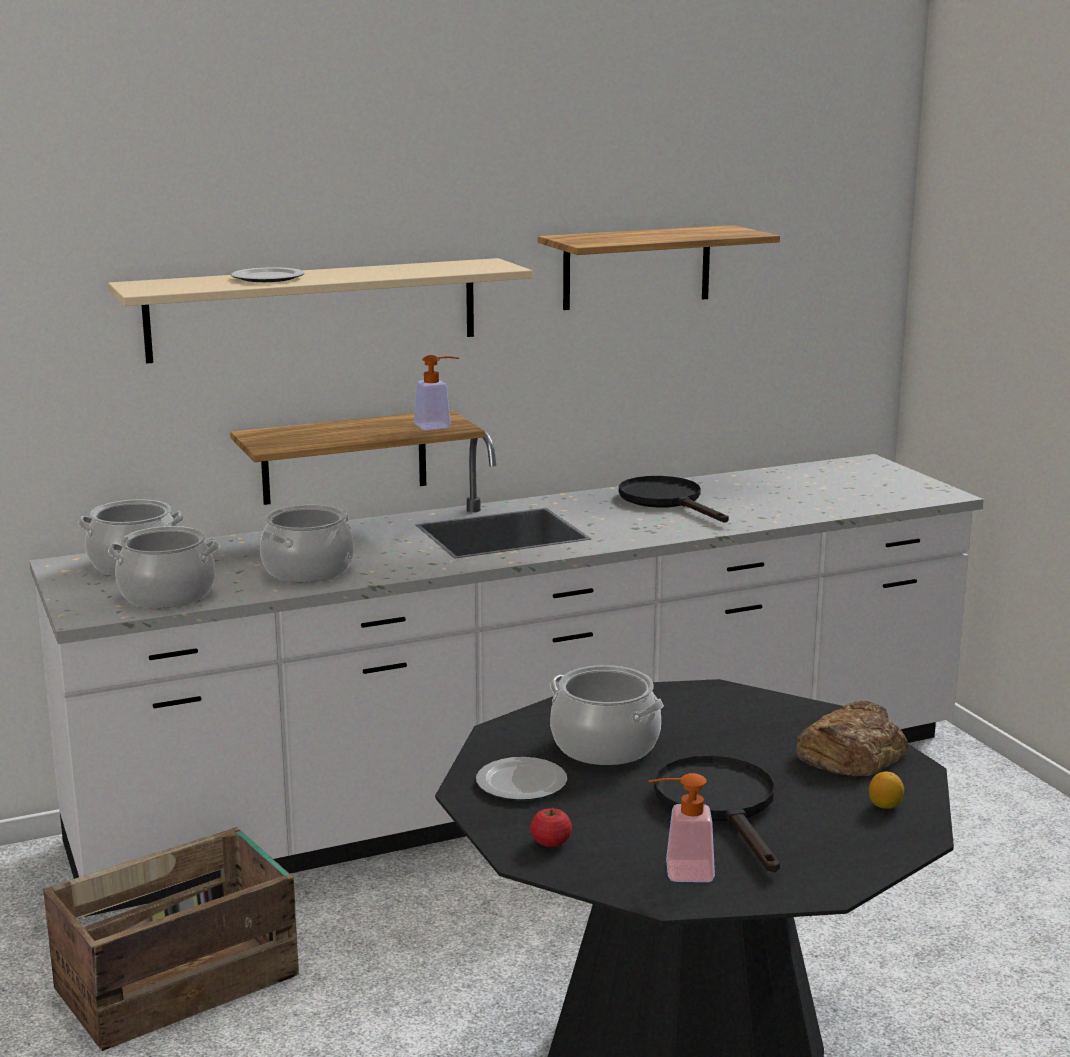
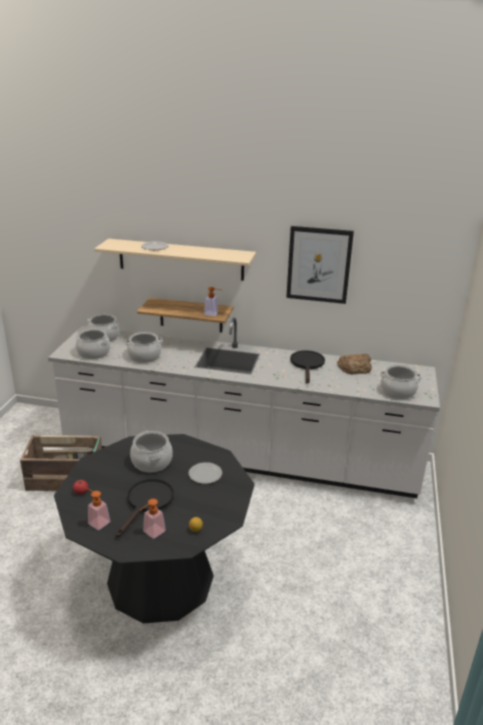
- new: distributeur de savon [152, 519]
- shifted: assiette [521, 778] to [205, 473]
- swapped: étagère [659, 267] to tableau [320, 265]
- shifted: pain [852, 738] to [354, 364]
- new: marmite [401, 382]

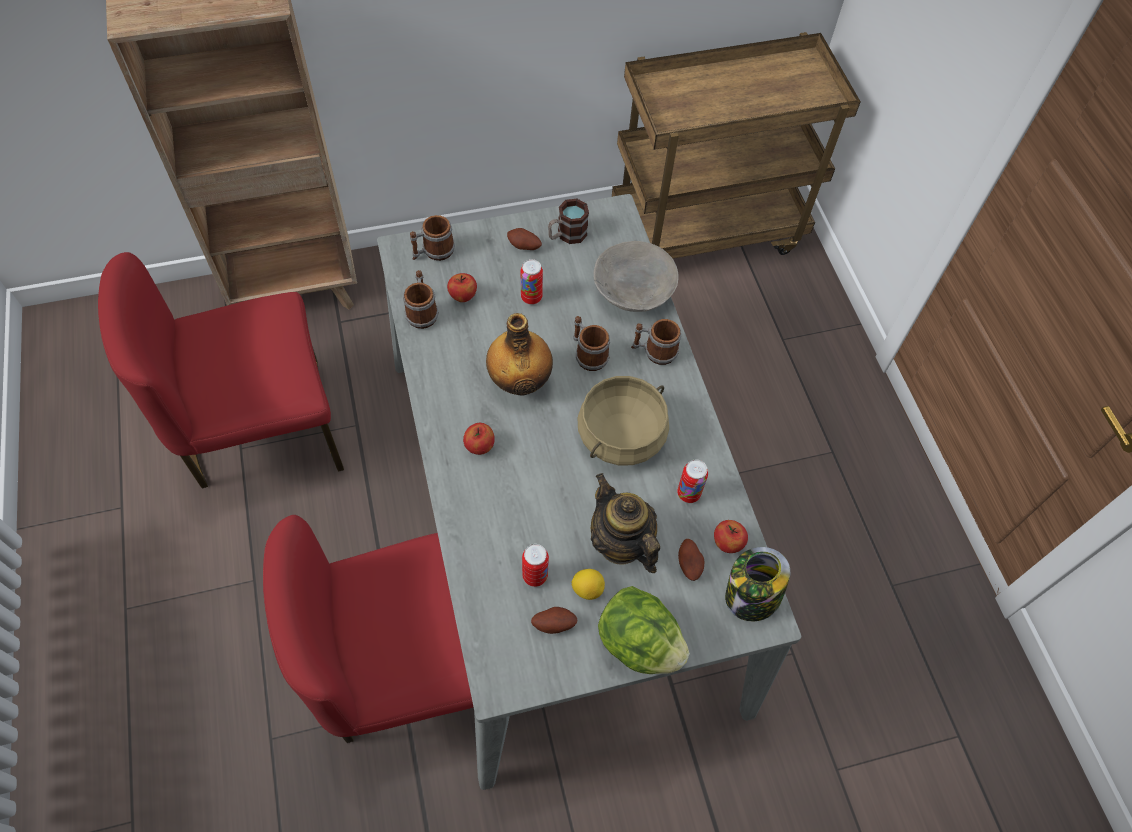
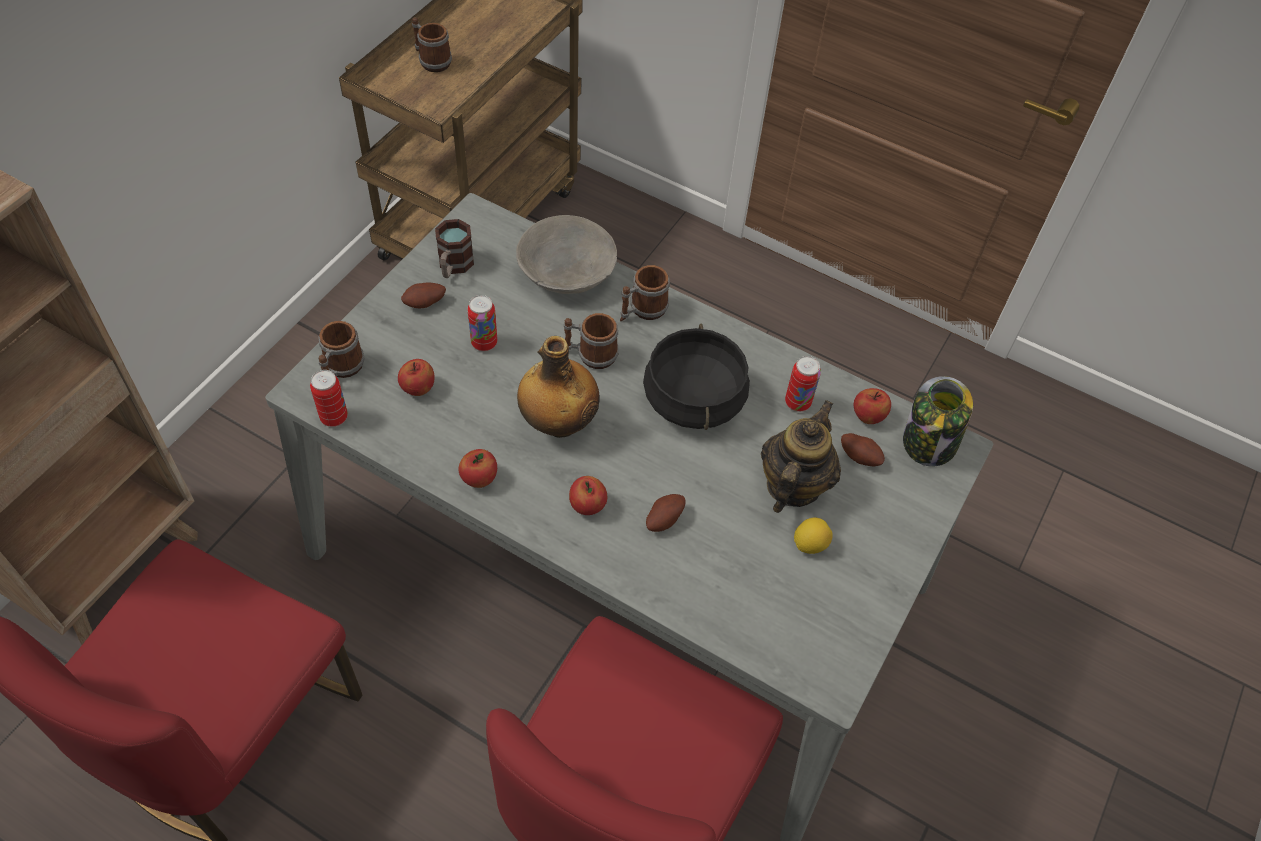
- shifted: boîte métallique [535, 565] to [329, 398]
- shifted: mug [420, 299] to [432, 44]
- new: pomme [478, 468]
- repainted: marmite [beige] [623, 420] to marmite [noir] [696, 377]
- shifted: pomme de terre [554, 620] to [666, 513]
- rotated: théière [625, 523] = [801, 456] 105 degrees clockwise
- gone: laitue [644, 630]

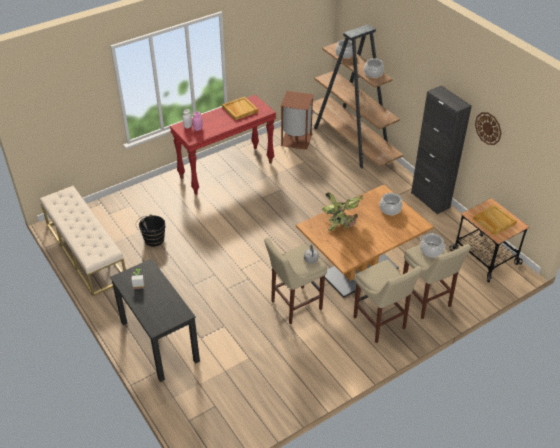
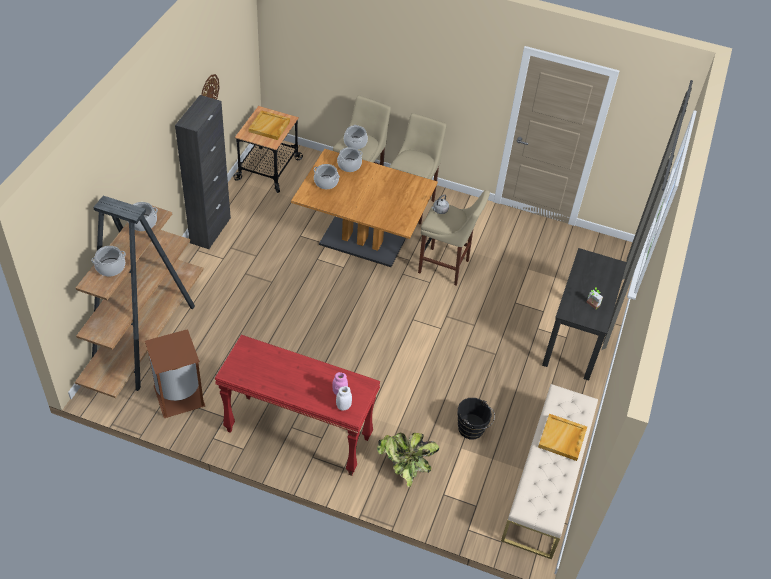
- new: marmite [350, 159]
- shifted: plante en pot [342, 211] to [408, 460]
- shifted: plateau [beige] [240, 108] to [562, 437]

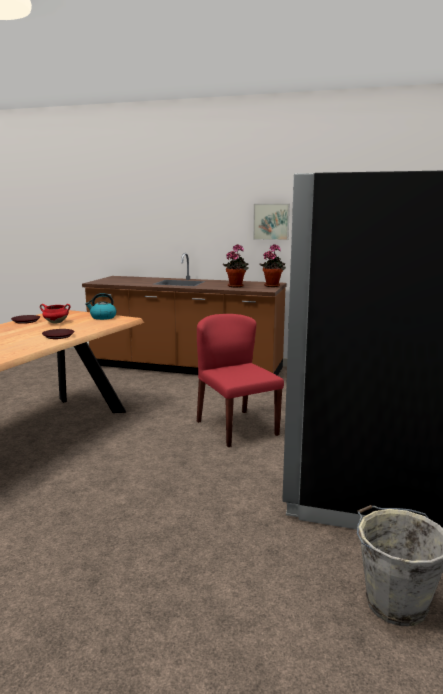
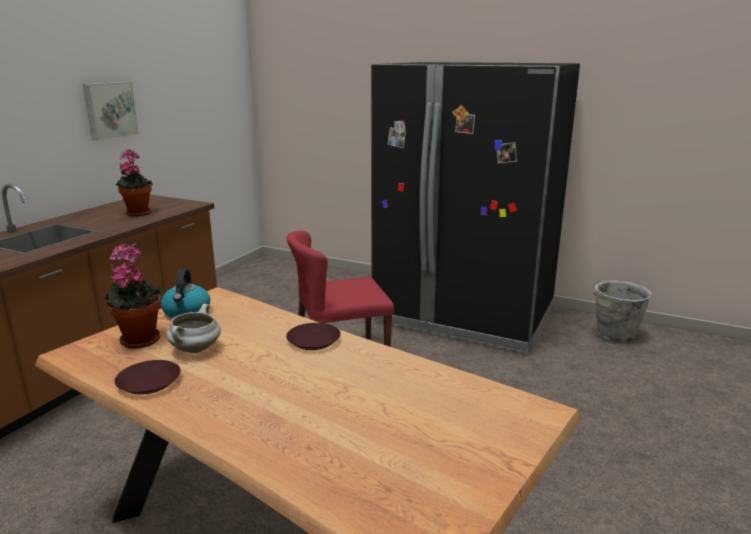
- shifted: plante en pot [273, 265] to [133, 296]
- repainted: marmite [rouge] [55, 314] to marmite [blanc] [193, 328]

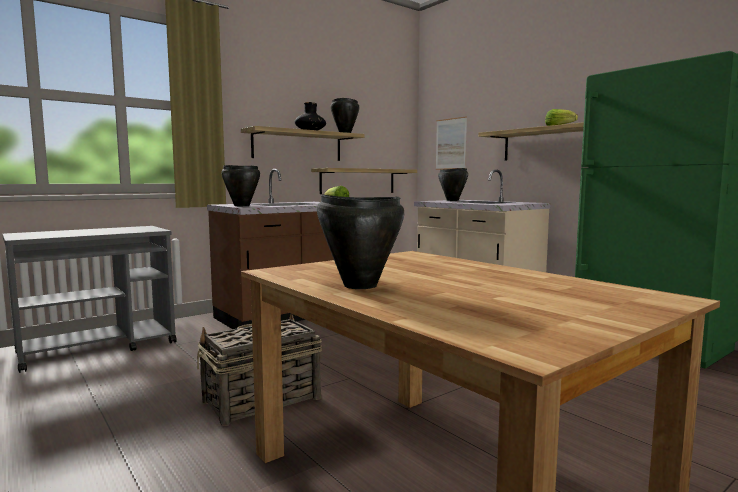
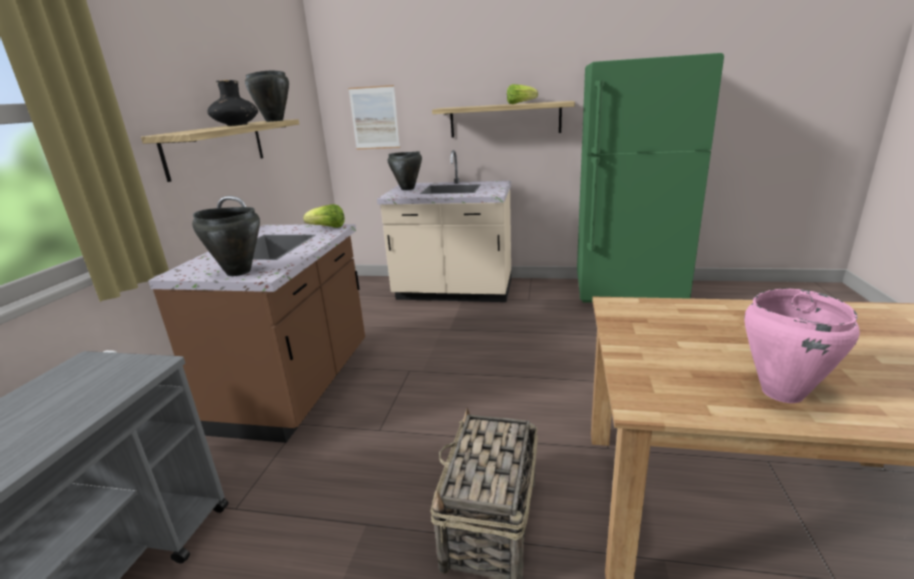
- repainted: marmite [noir] [360, 241] to marmite [rose] [802, 346]
- gone: étagère [364, 181]

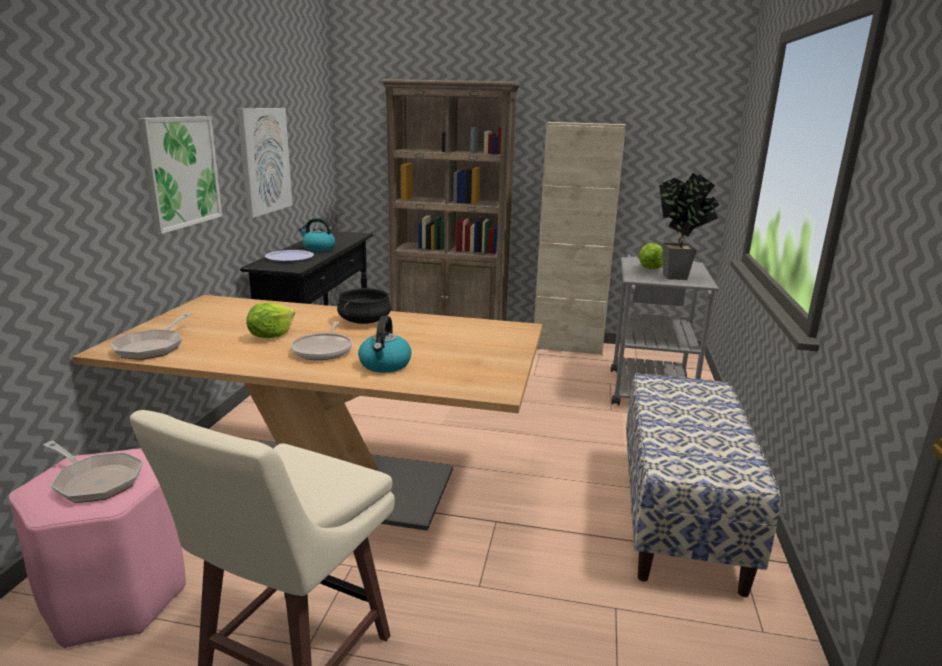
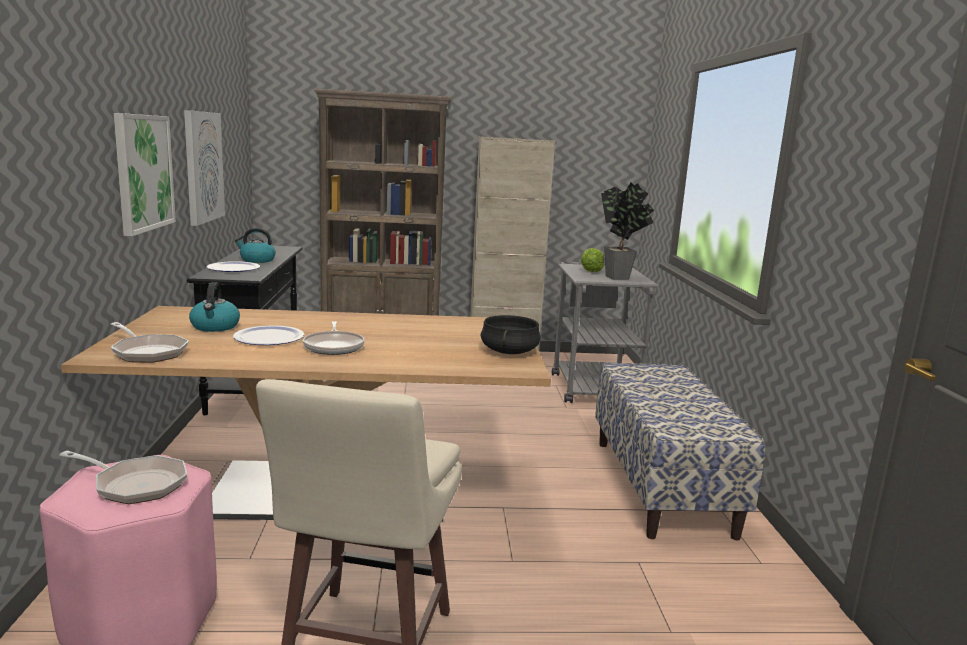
- rotated: poêle [151, 336] = [149, 342] 45 degrees counterclockwise
- shifted: bouilloire [385, 344] to [214, 307]
- swapped: laitue [270, 320] to assiette [268, 335]
- shifted: marmite [noir] [364, 306] to [511, 334]

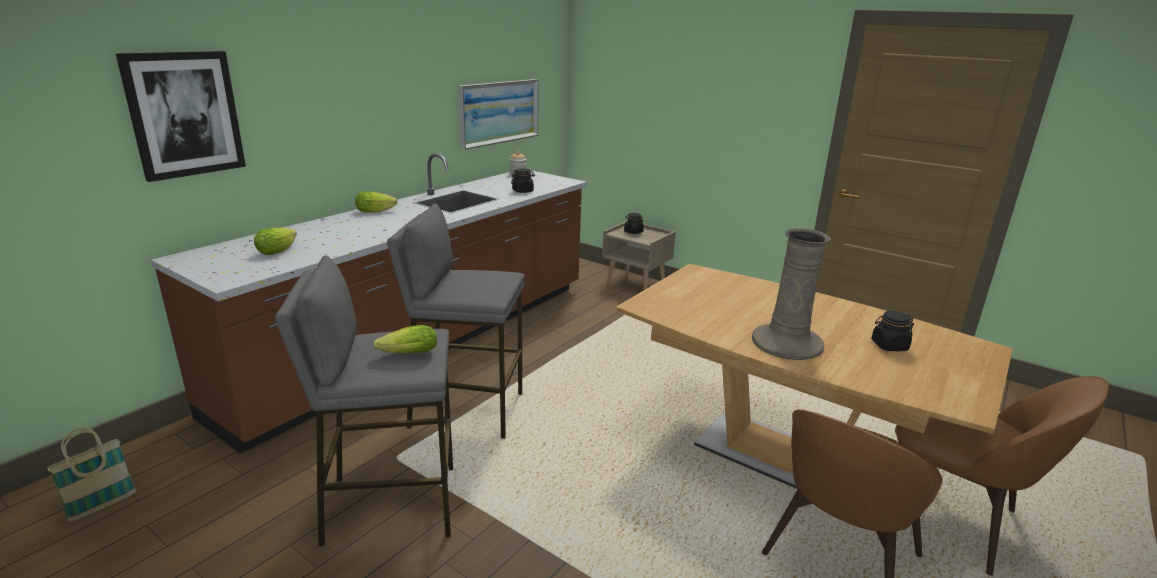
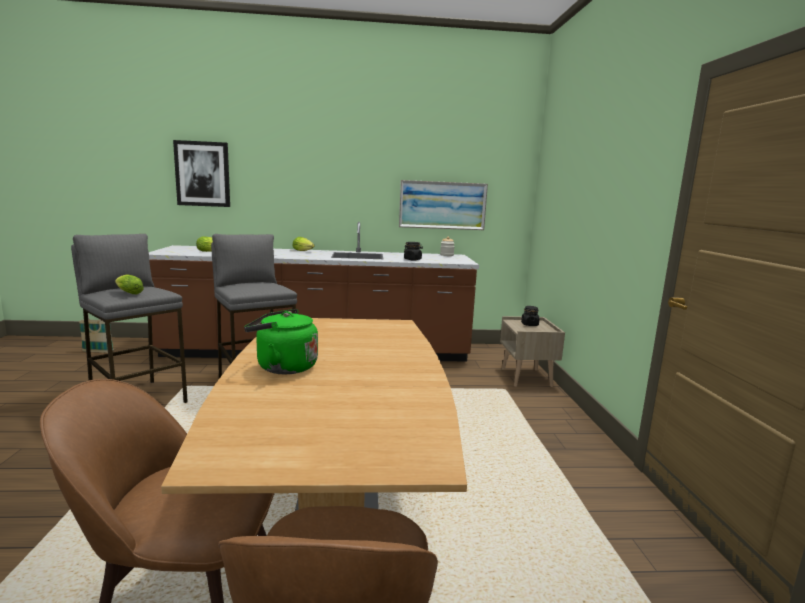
- swapped: vase [beige] [791, 294] to bouilloire [vert] [281, 342]
- gone: bocal [noir] [892, 331]

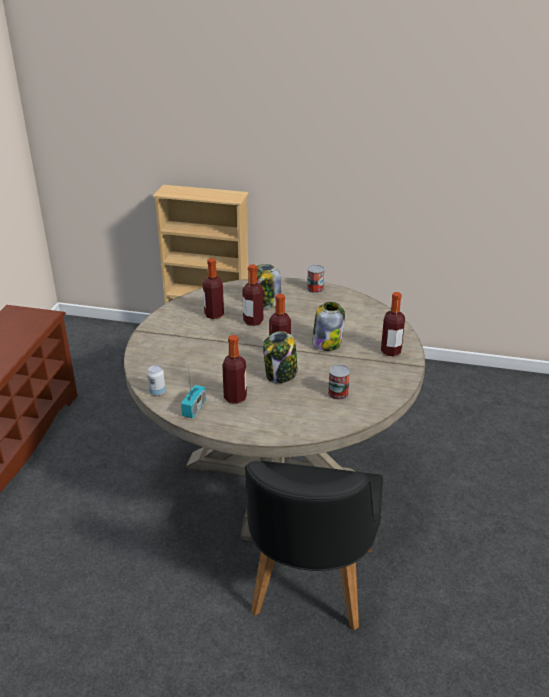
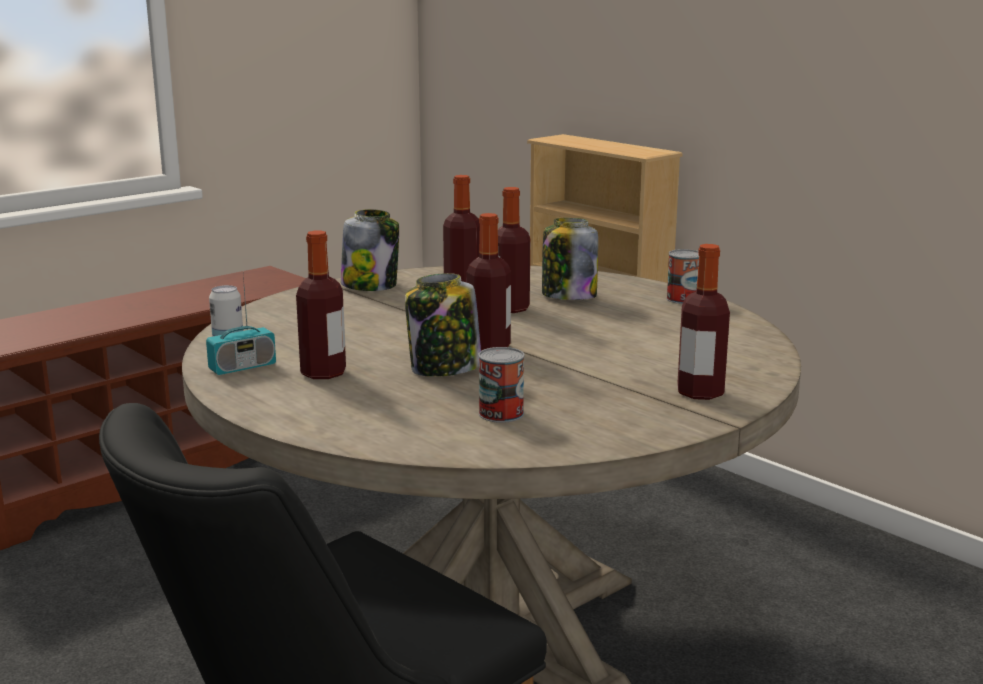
- shifted: bocal [328, 326] to [370, 250]

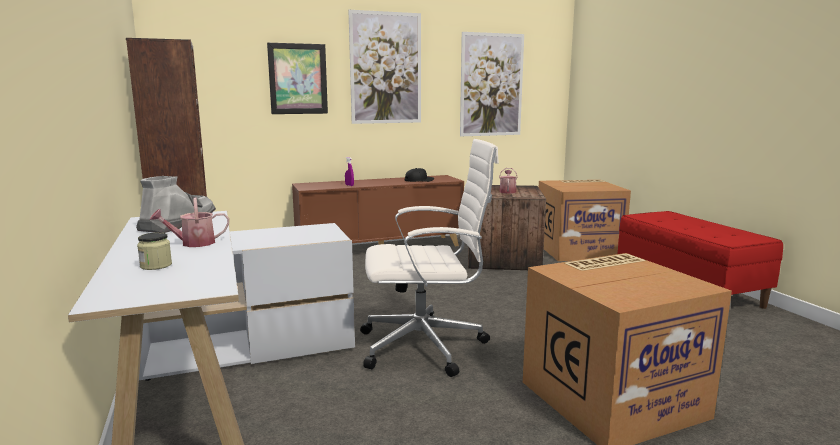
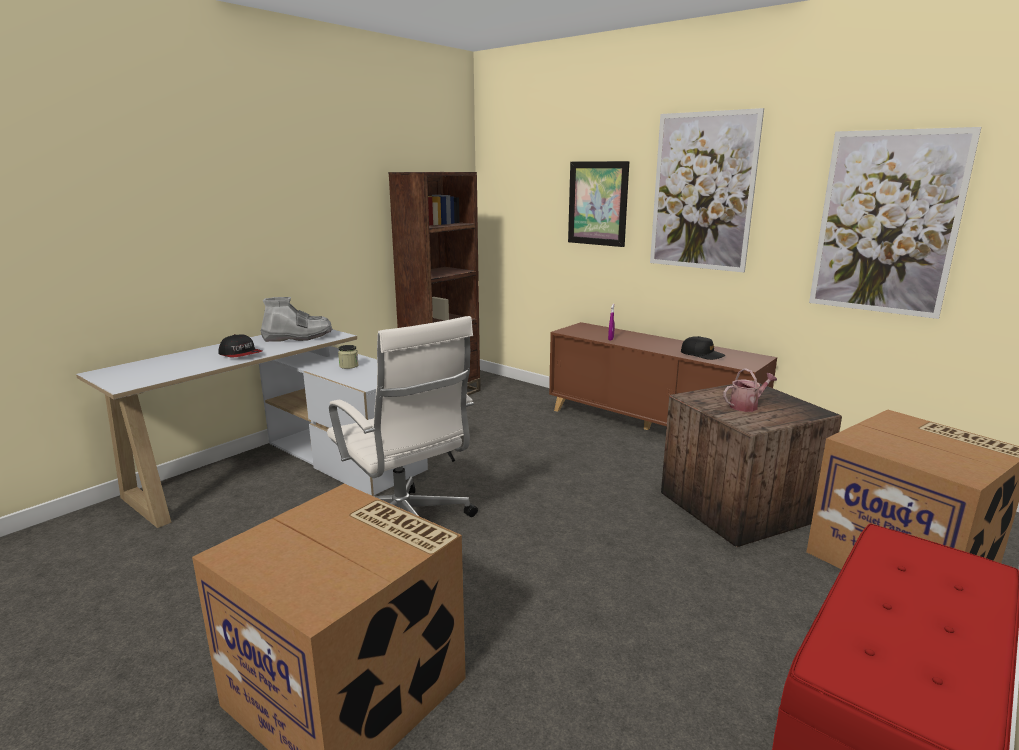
- swapped: arrosoir [189, 222] to casquette [240, 345]
- shifted: bocal [154, 251] to [348, 357]

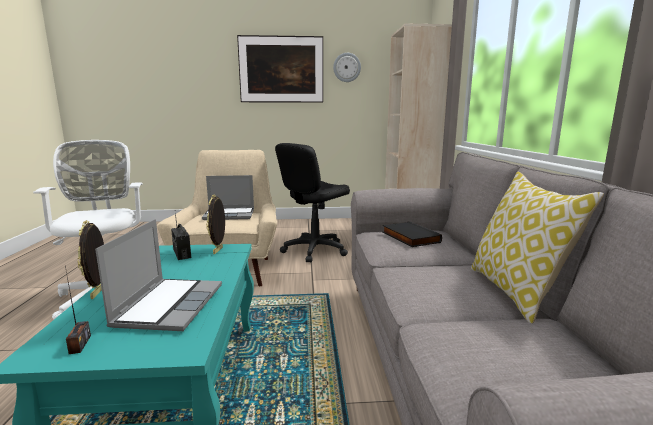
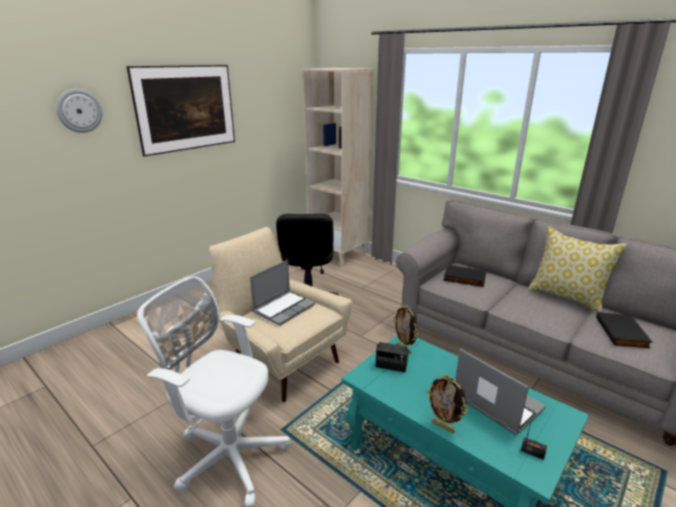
- shifted: horloge murale [347, 67] to [79, 111]
- new: livre [noir] [624, 330]

